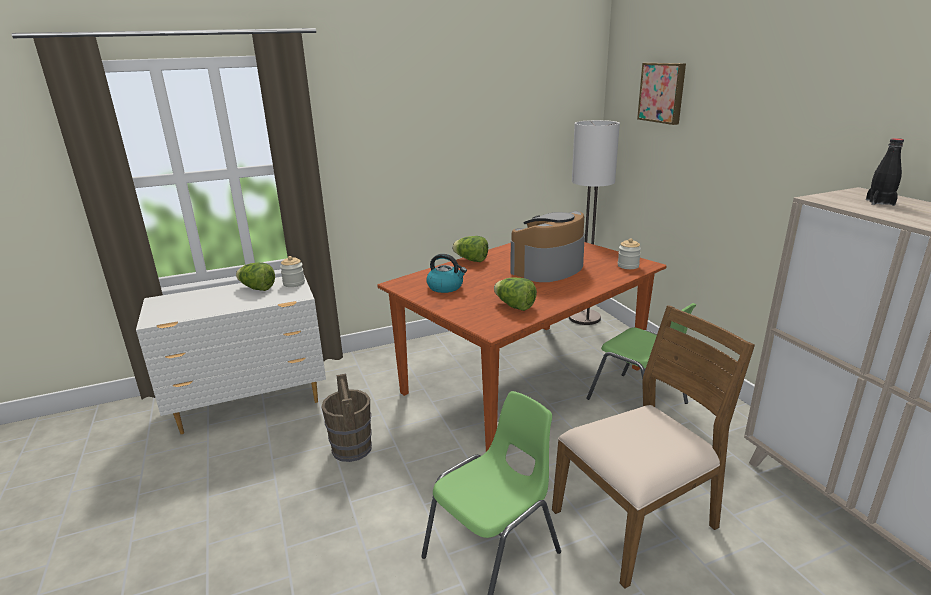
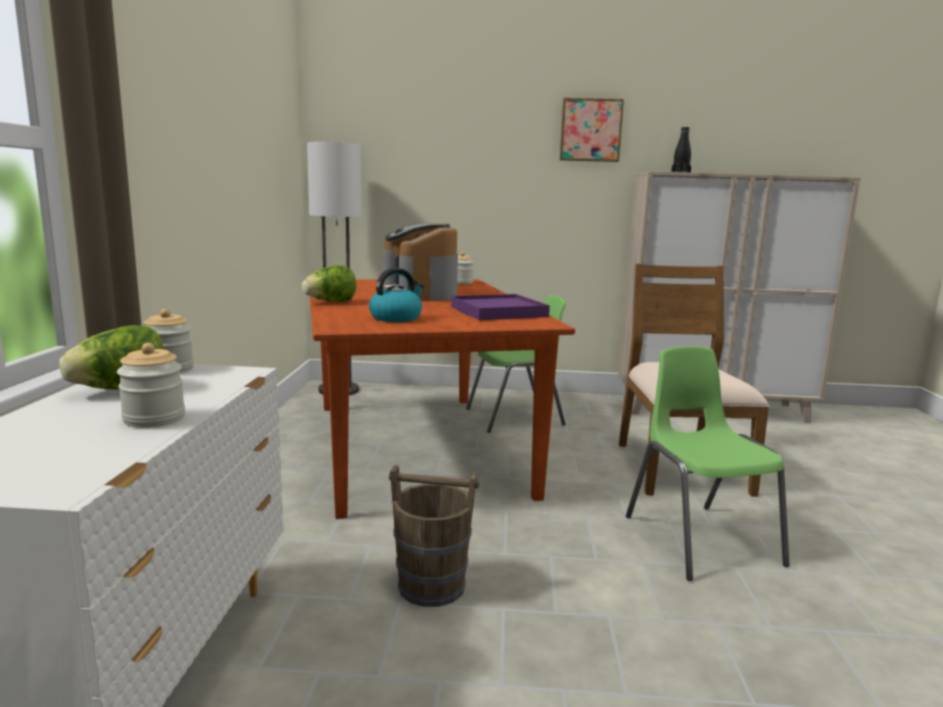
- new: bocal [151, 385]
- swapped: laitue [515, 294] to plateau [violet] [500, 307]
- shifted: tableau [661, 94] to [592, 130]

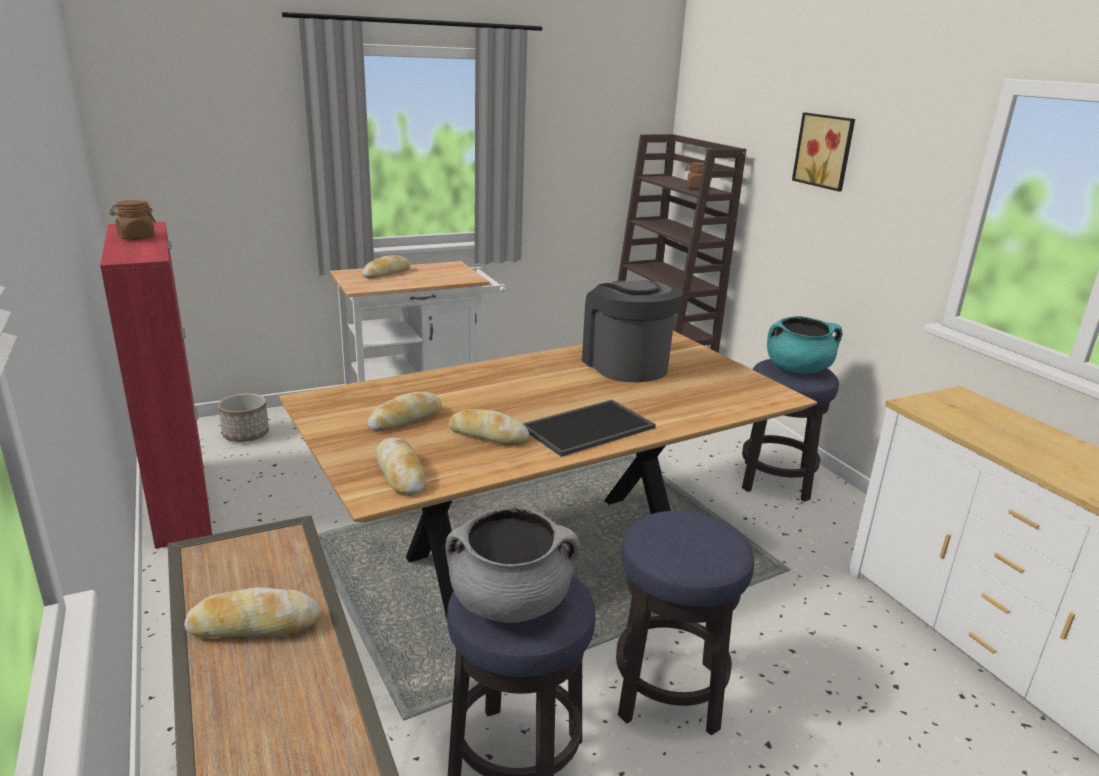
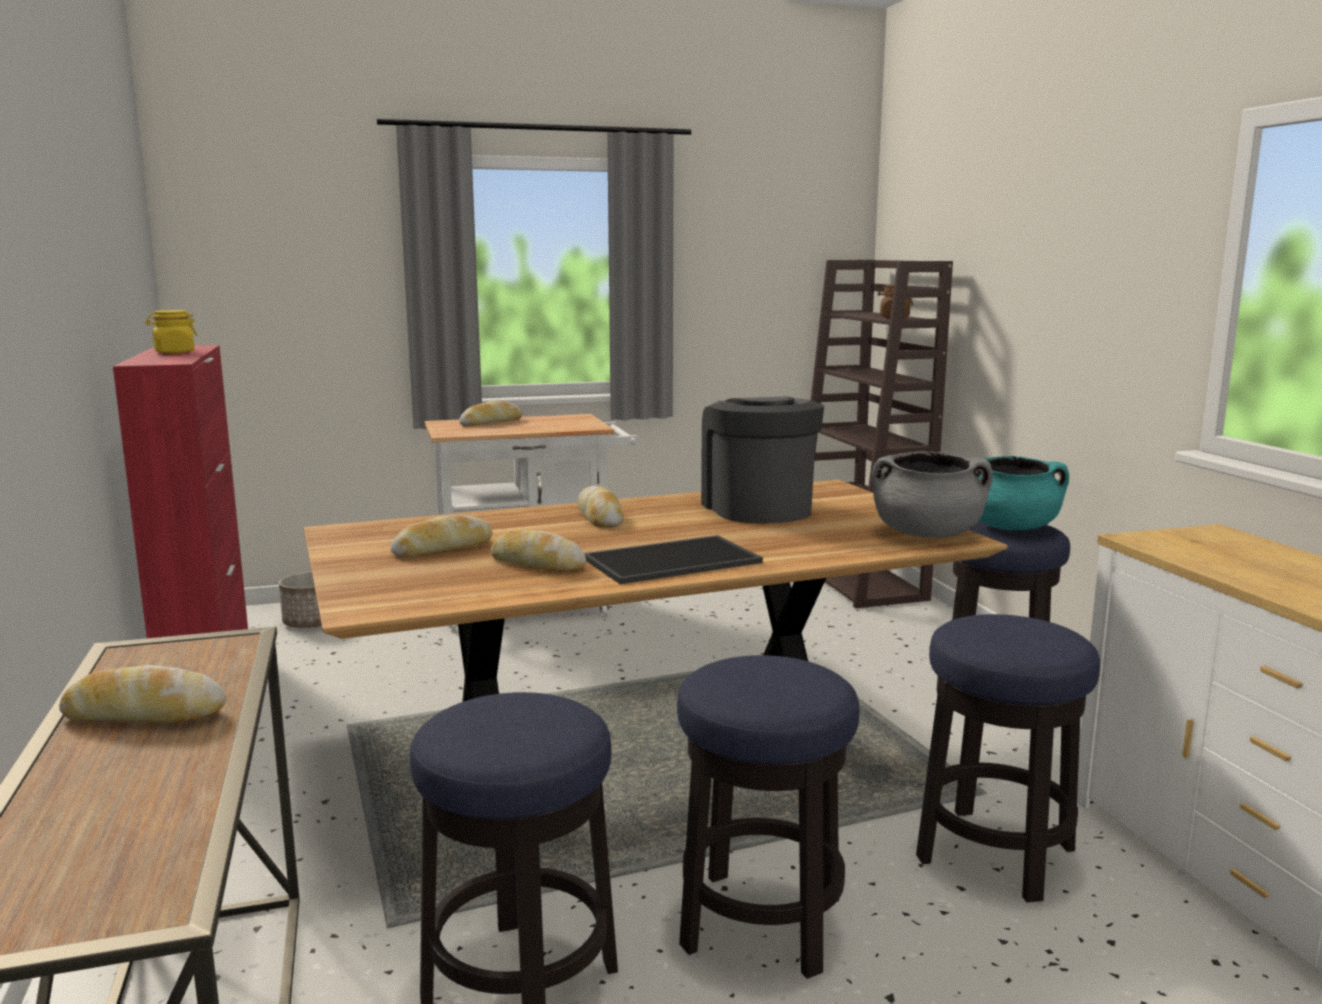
- repainted: bocal [marron] [133, 220] to bocal [jaune] [171, 332]
- shifted: pain [400, 466] to [600, 506]
- shifted: marmite [gris] [512, 565] to [932, 494]
- new: tabouret [1008, 758]
- gone: tableau [823, 152]

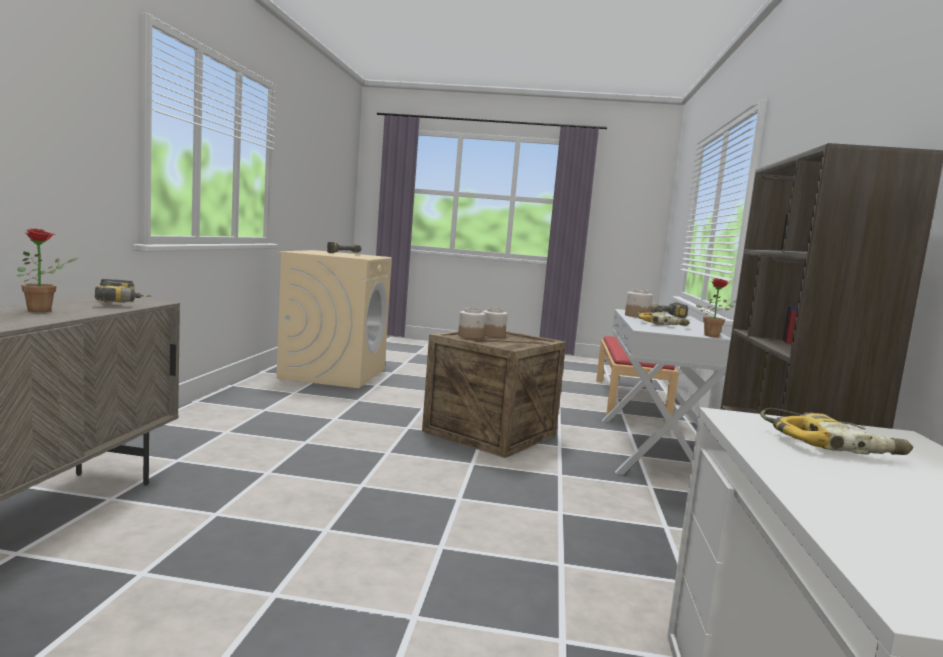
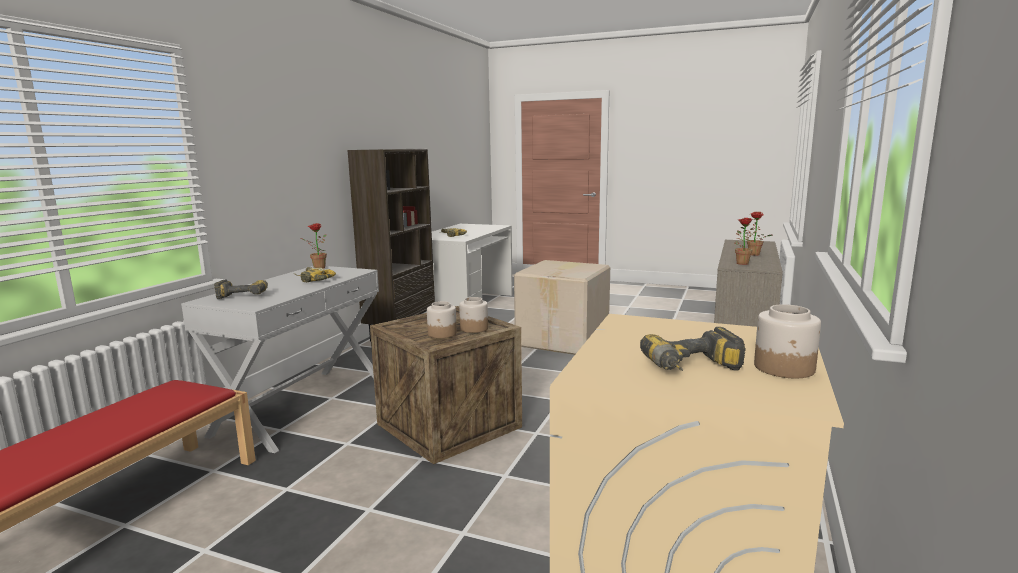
- new: carton [562, 307]
- swapped: perceuse [123, 291] to plante en pot [745, 241]
- shifted: bocal [639, 303] to [787, 341]

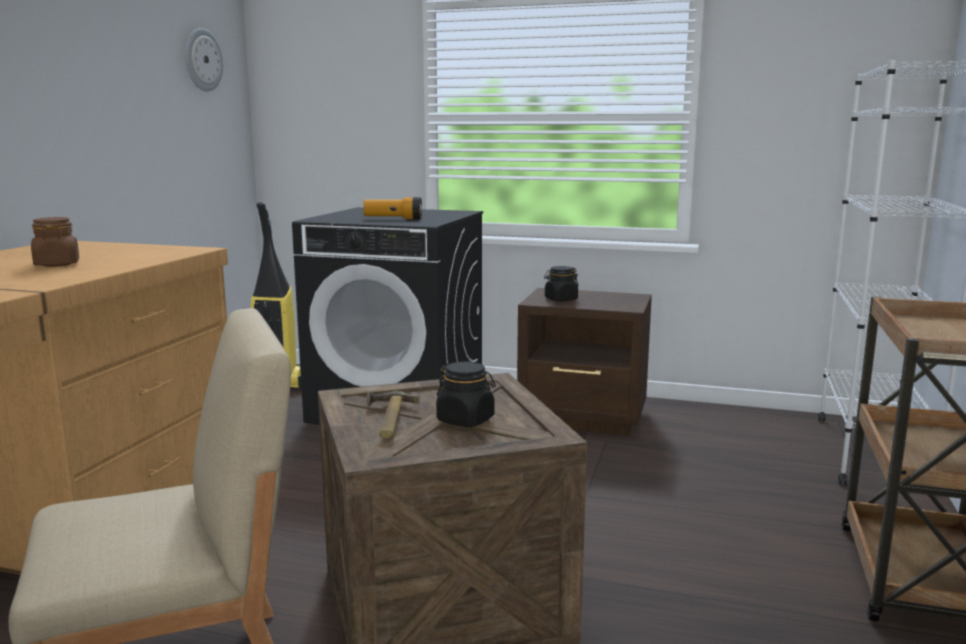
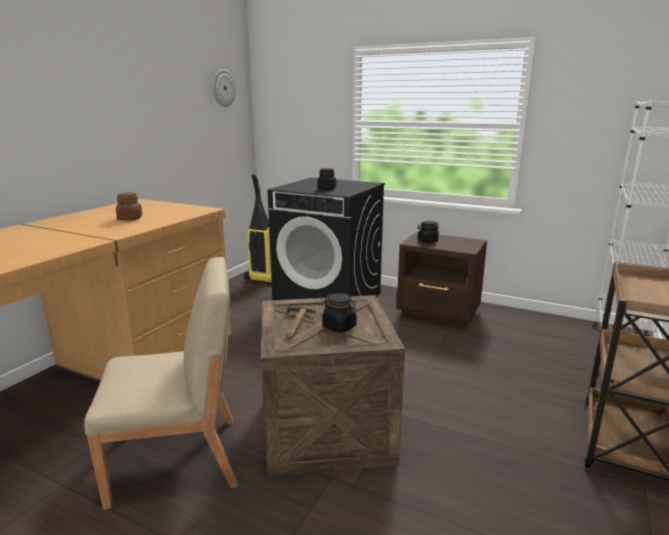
- swapped: lampe de poche [392, 208] to bocal [noir] [326, 179]

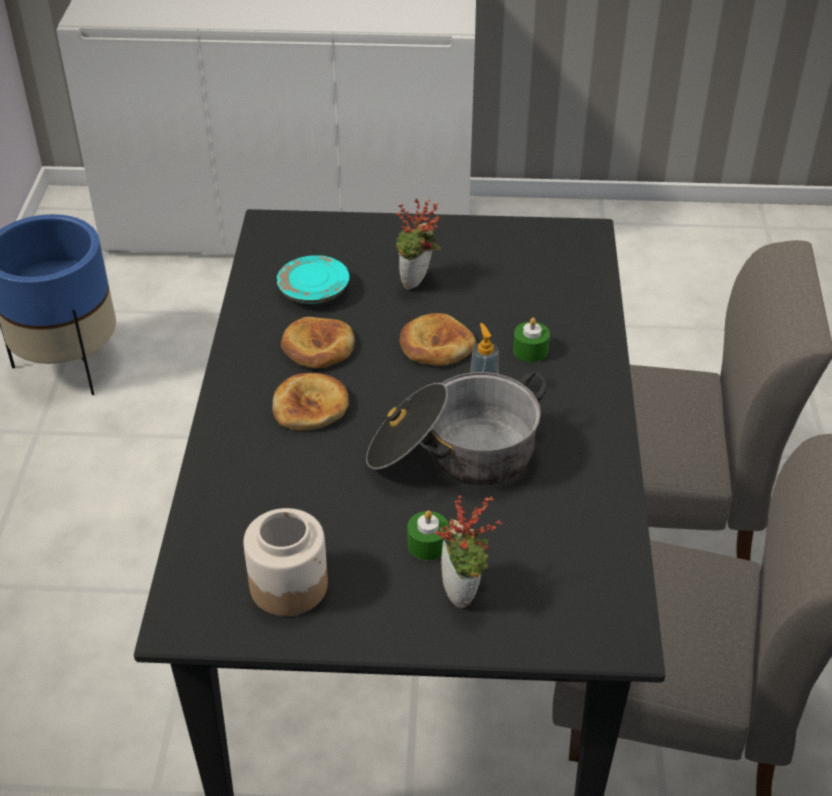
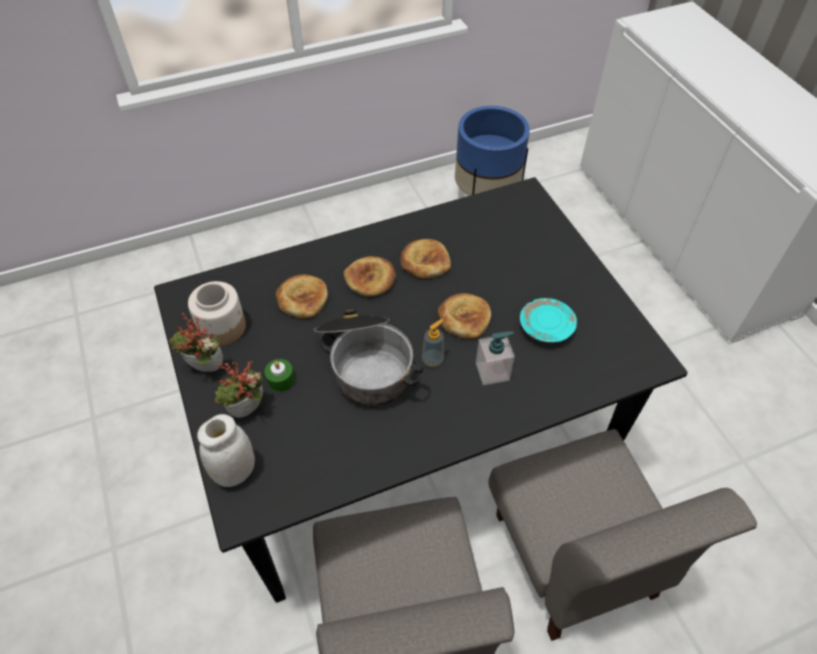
- shifted: plante en pot [419, 243] to [196, 342]
- new: bocal [blanc] [226, 450]
- new: pain [302, 296]
- swapped: bougie [vert] [531, 339] to distributeur de savon [495, 358]
- shifted: assiette [turquoise] [313, 279] to [548, 321]

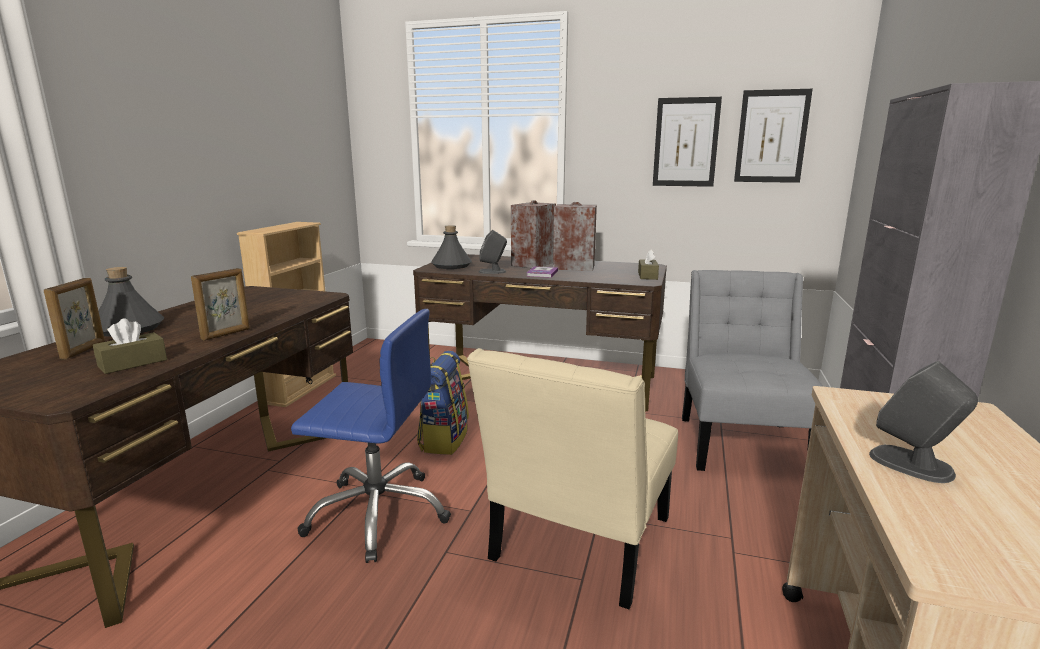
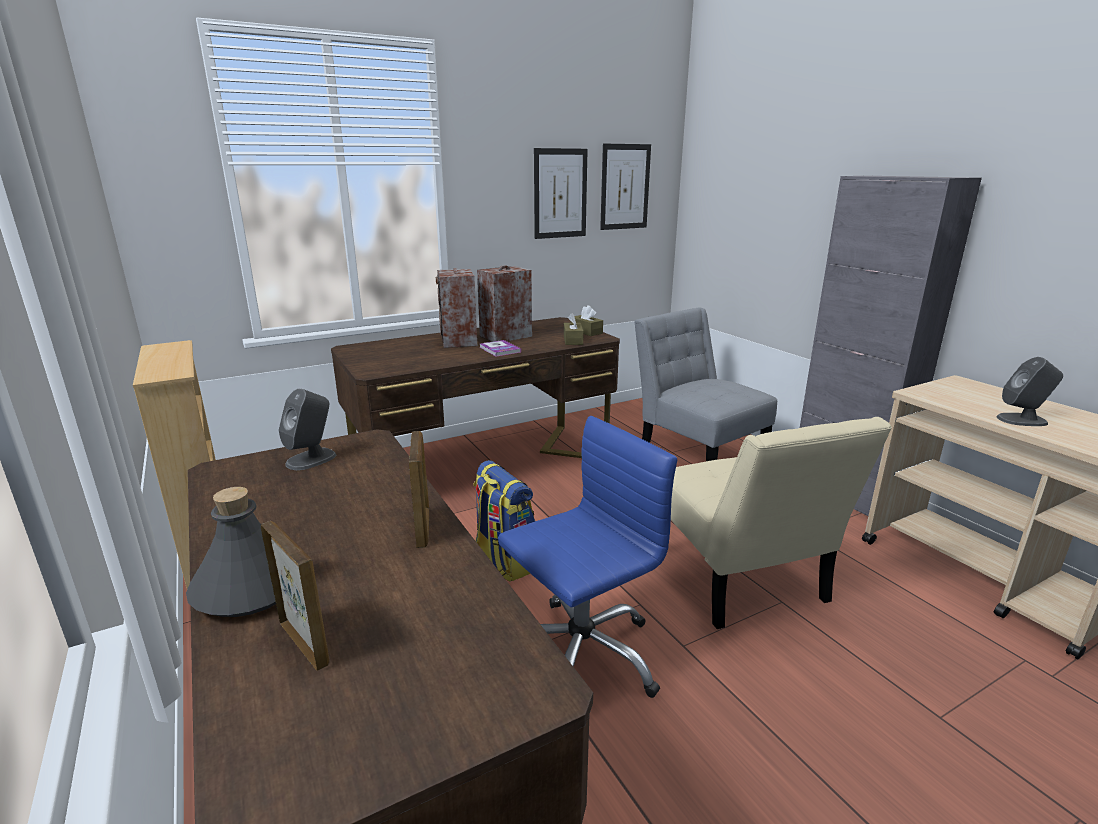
- shifted: enceinte [gris] [493, 252] to [307, 429]
- shifted: boîte à mouchoirs [marron] [130, 346] to [574, 329]
- gone: bouteille [gris] [451, 247]

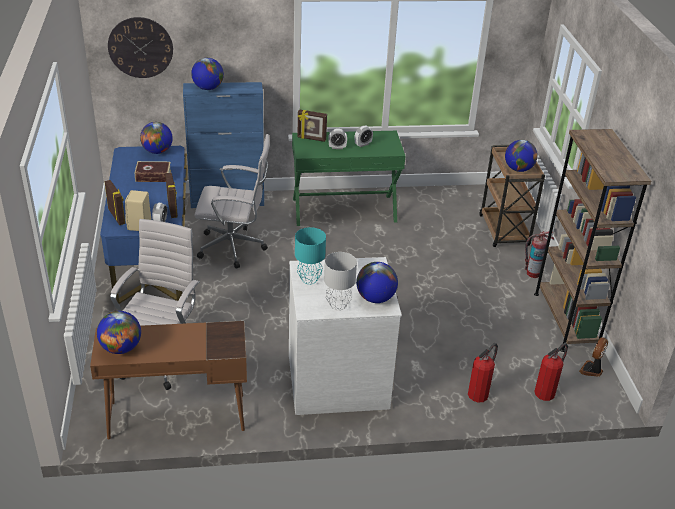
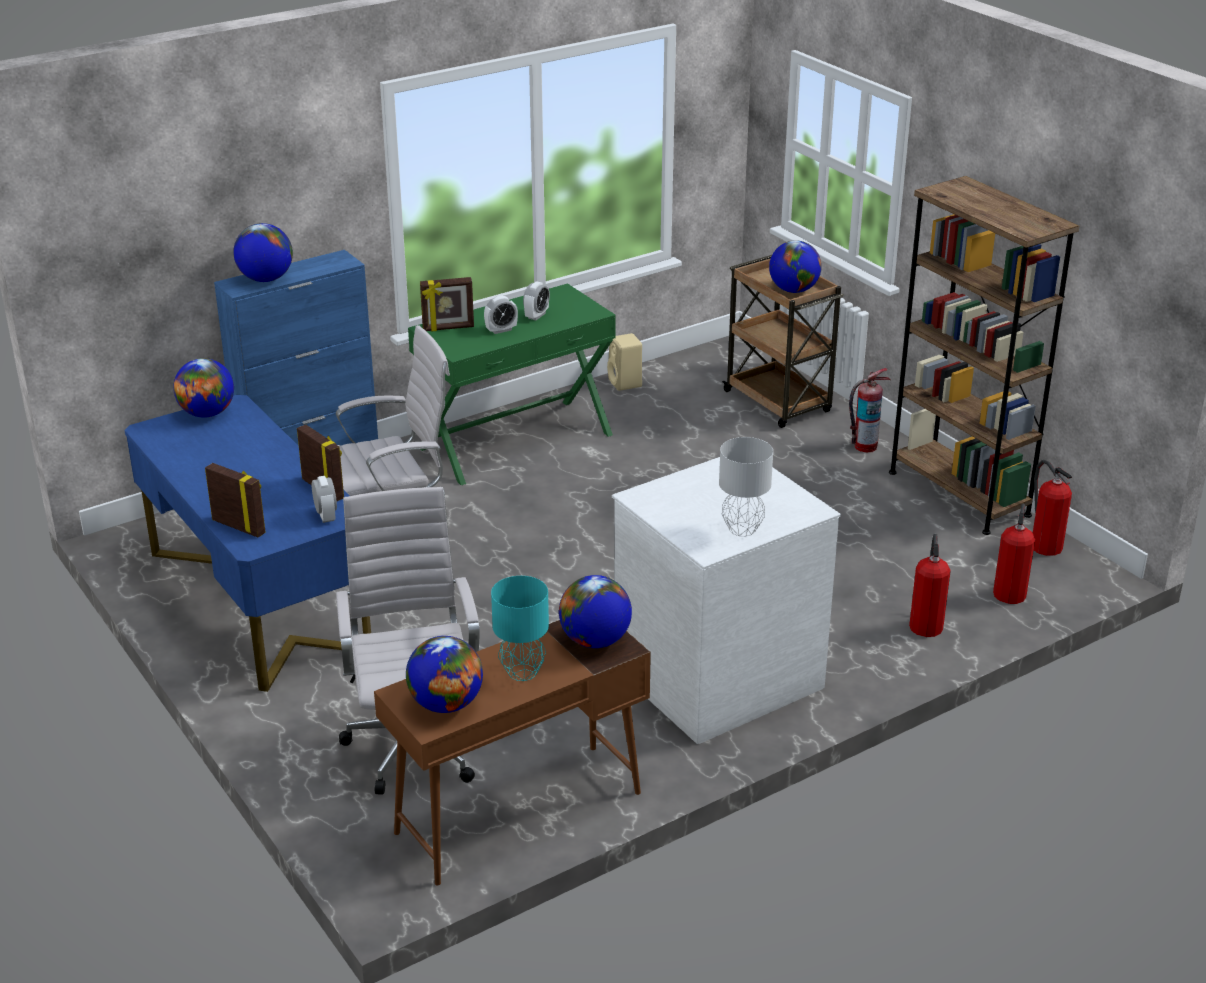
- shifted: lampe de table [turquoise] [310, 255] to [520, 628]
- shifted: globe [377, 282] to [595, 611]
- shifted: enceinte [beige] [138, 210] to [624, 362]
- swapped: ventilateur [593, 357] to extincteur [1052, 507]
- gone: horloge murale [140, 47]
- gone: livre [153, 171]

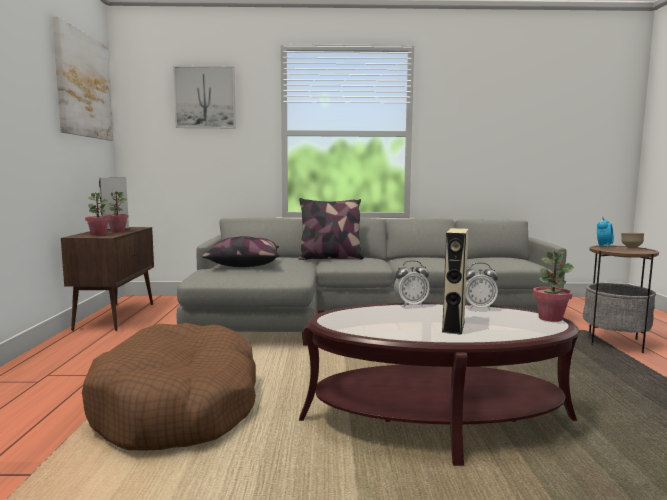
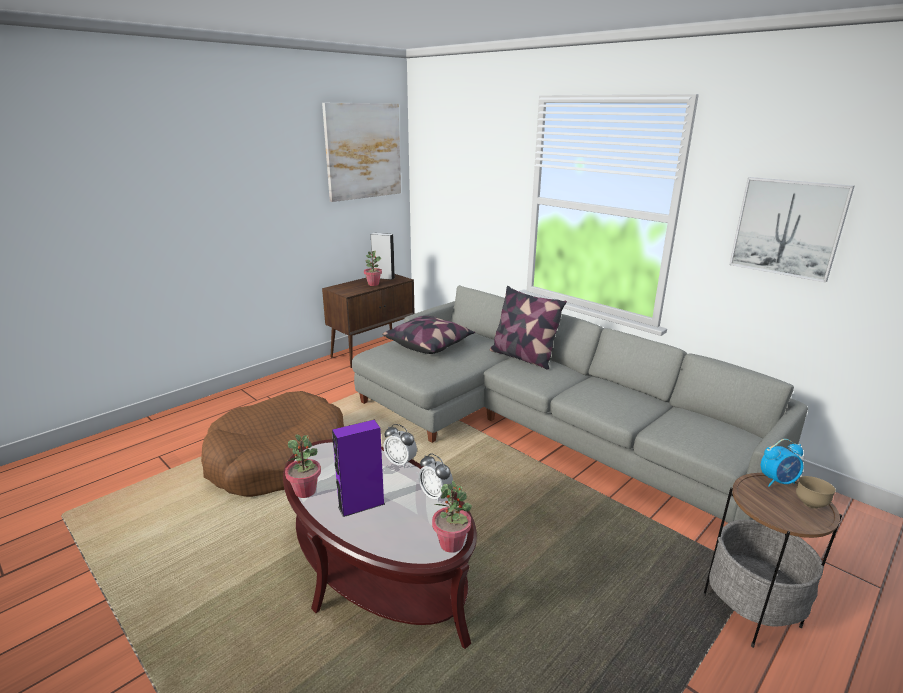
- shifted: plante en pot [97, 213] to [303, 466]
- repainted: enceinte [beige] [455, 281] to enceinte [violet] [358, 468]
- shifted: tableau [204, 97] to [792, 230]

